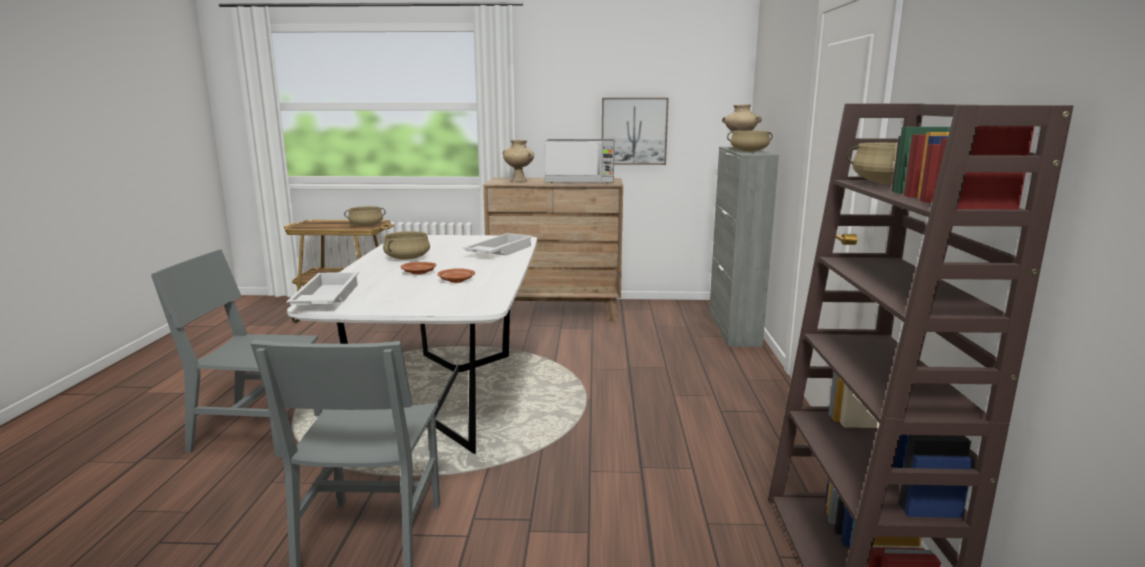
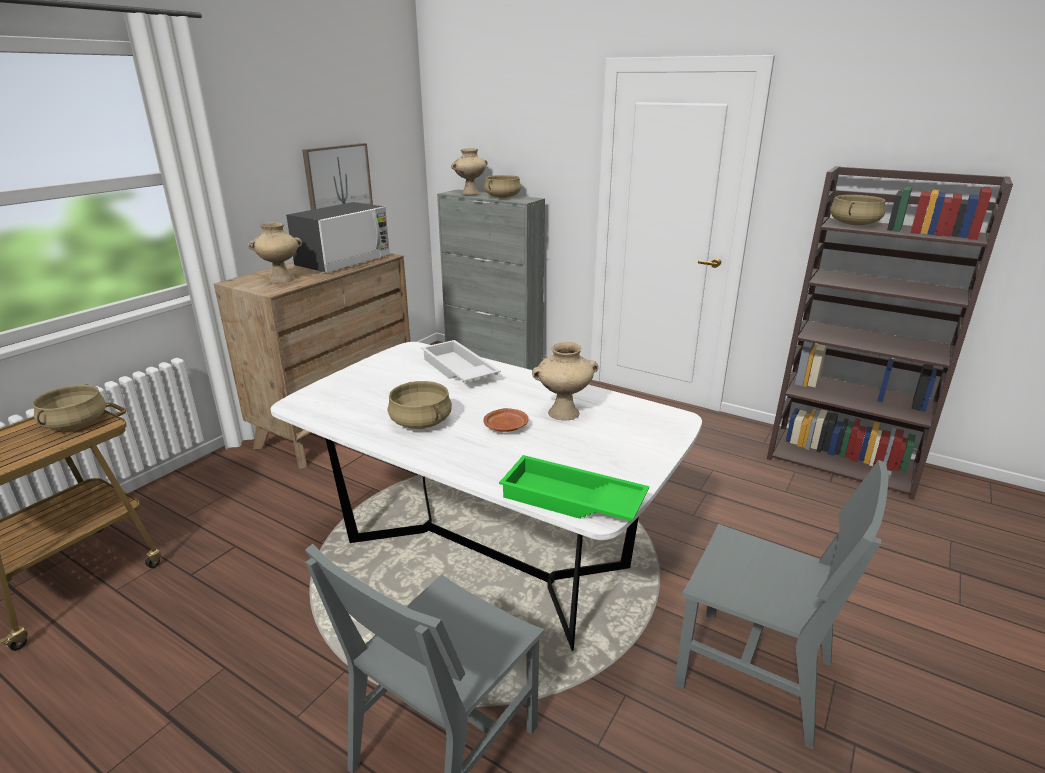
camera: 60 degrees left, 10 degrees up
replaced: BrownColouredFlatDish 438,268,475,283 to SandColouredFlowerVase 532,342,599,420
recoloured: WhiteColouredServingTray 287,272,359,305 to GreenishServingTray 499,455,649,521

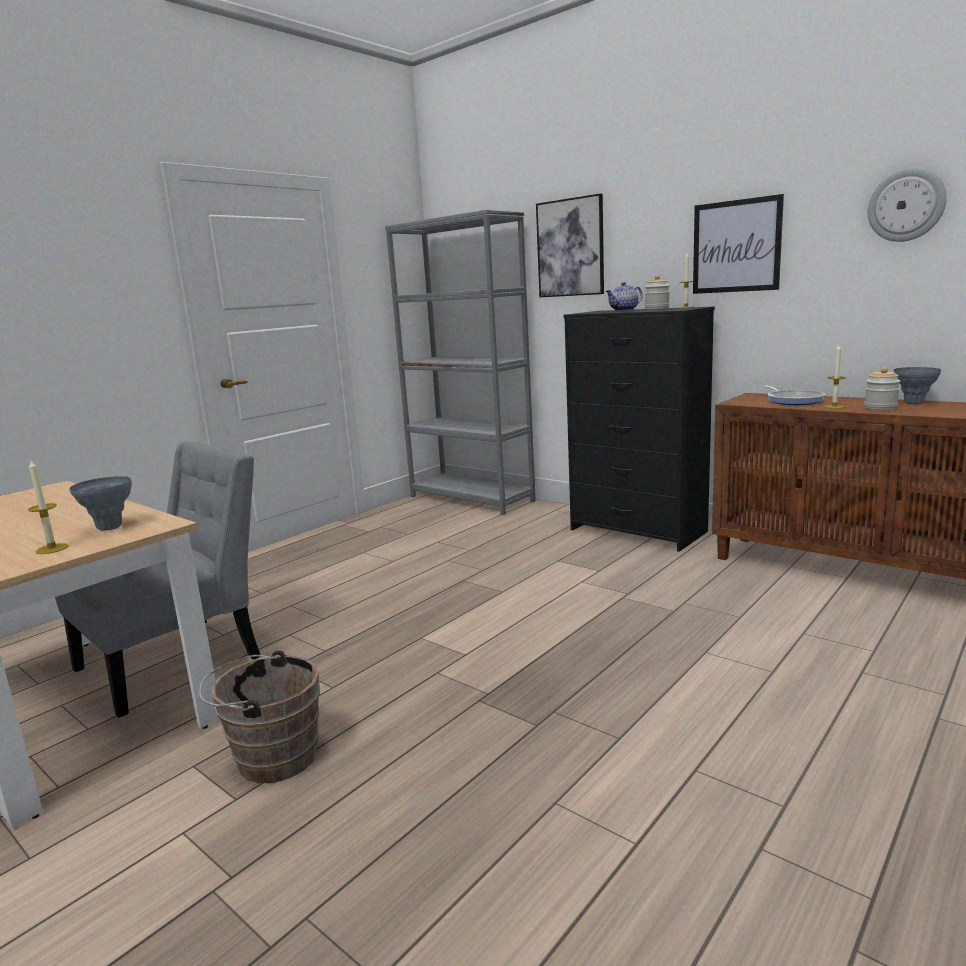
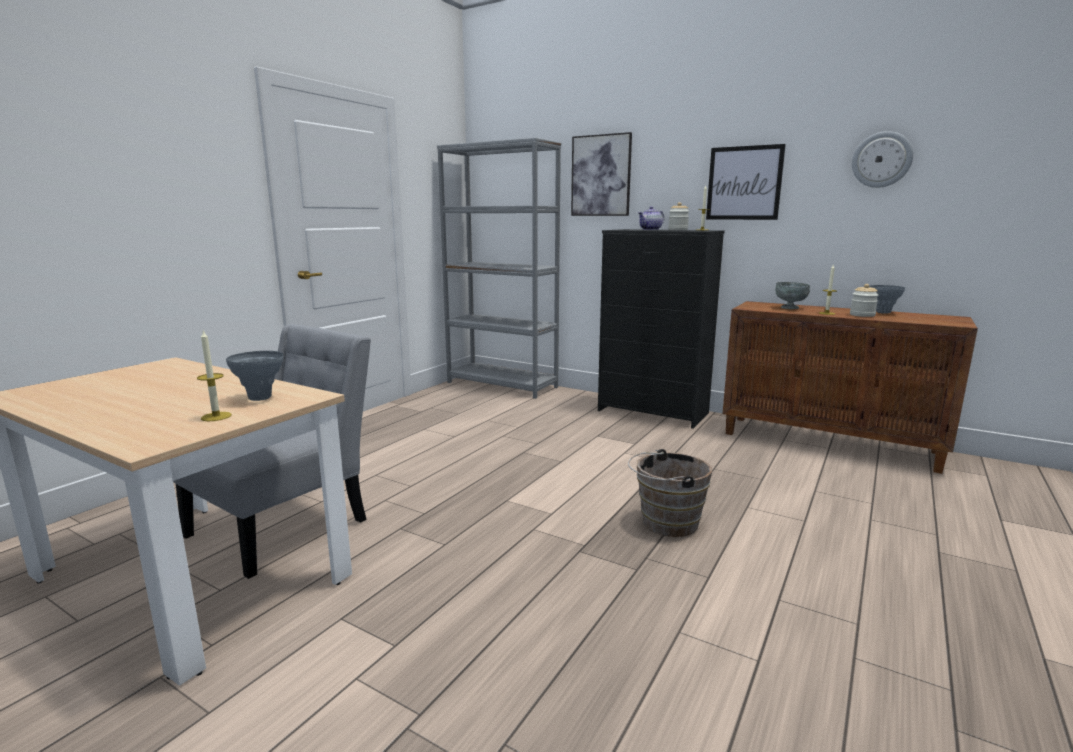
camera: 10 degrees left, 0 degrees up
moved: BrownColouredBucket 199,650,320,783 to 628,449,712,537
replaced: Pan 764,386,825,405 to GreyishServingBowl 775,282,810,309

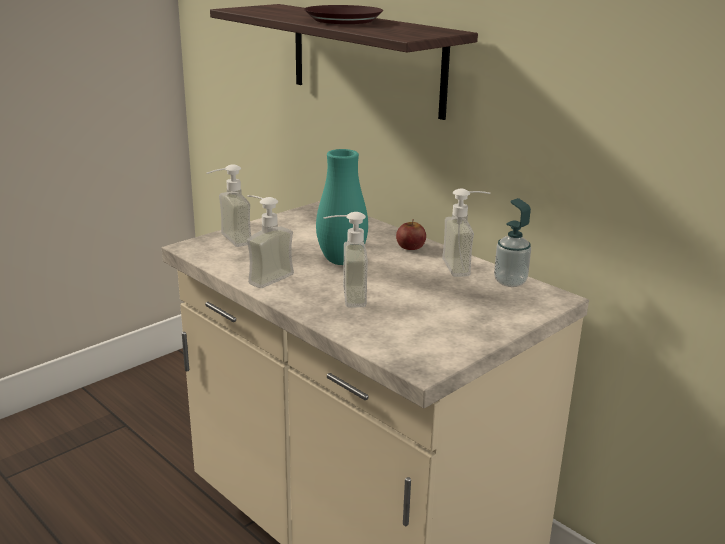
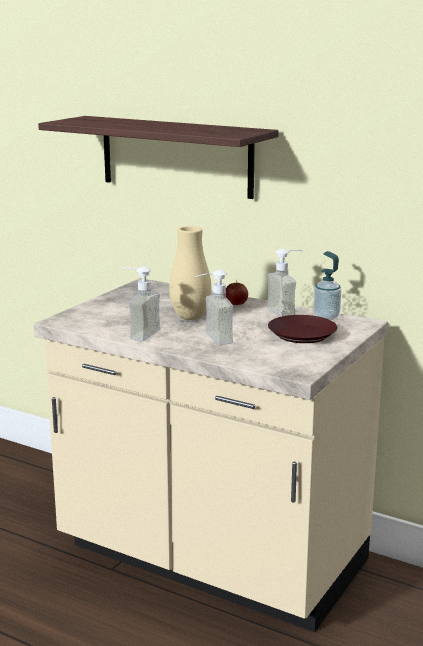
camera: 15 degrees left, 5 degrees down
removed: SoapDispenser 207,164,251,247
moved: BrownColouredFlatDish 304,5,383,24 to 268,315,337,343
recoloured: TurquoiseColouredFlowerVase 316,149,368,265 to SandColouredFlowerVase 169,226,211,320

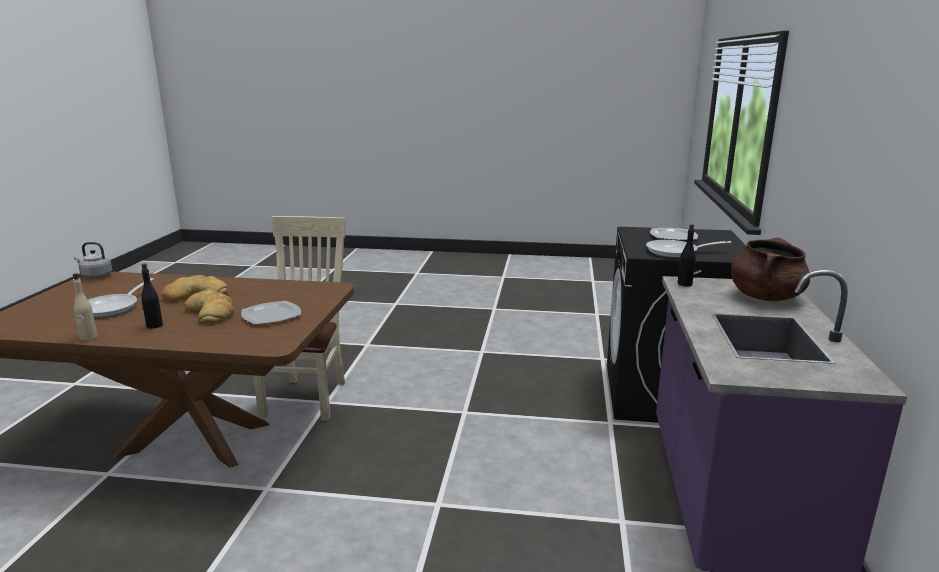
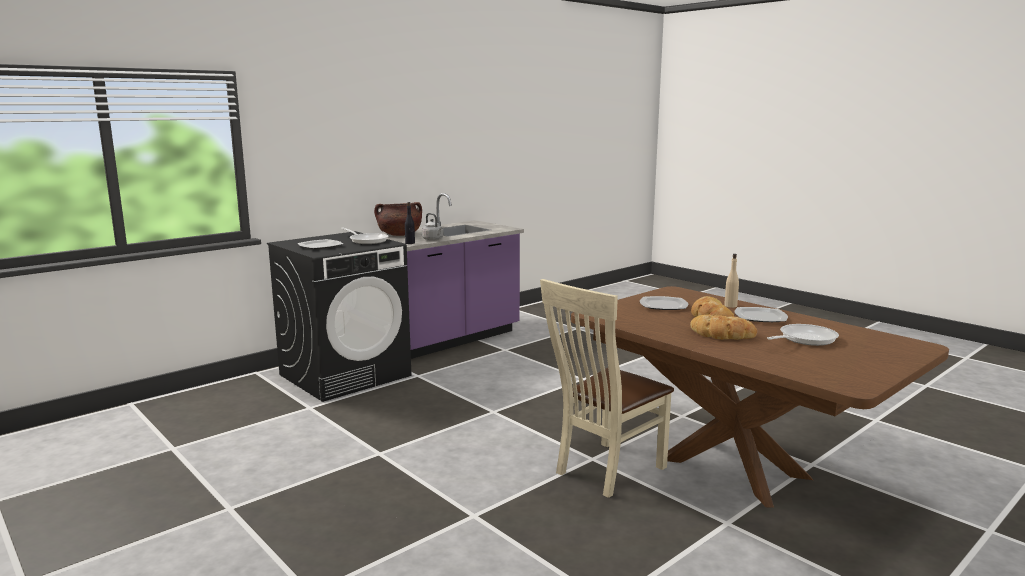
camera: 140 degrees left, 5 degrees down
moved: SandColouredDrinkBottle 73,273,98,341 to 724,254,739,308; GreyishTeaKettle 74,242,112,278 to 422,213,444,241
replaced: BlackishDrinkBottle 141,264,163,329 to FlatDish 734,307,788,322

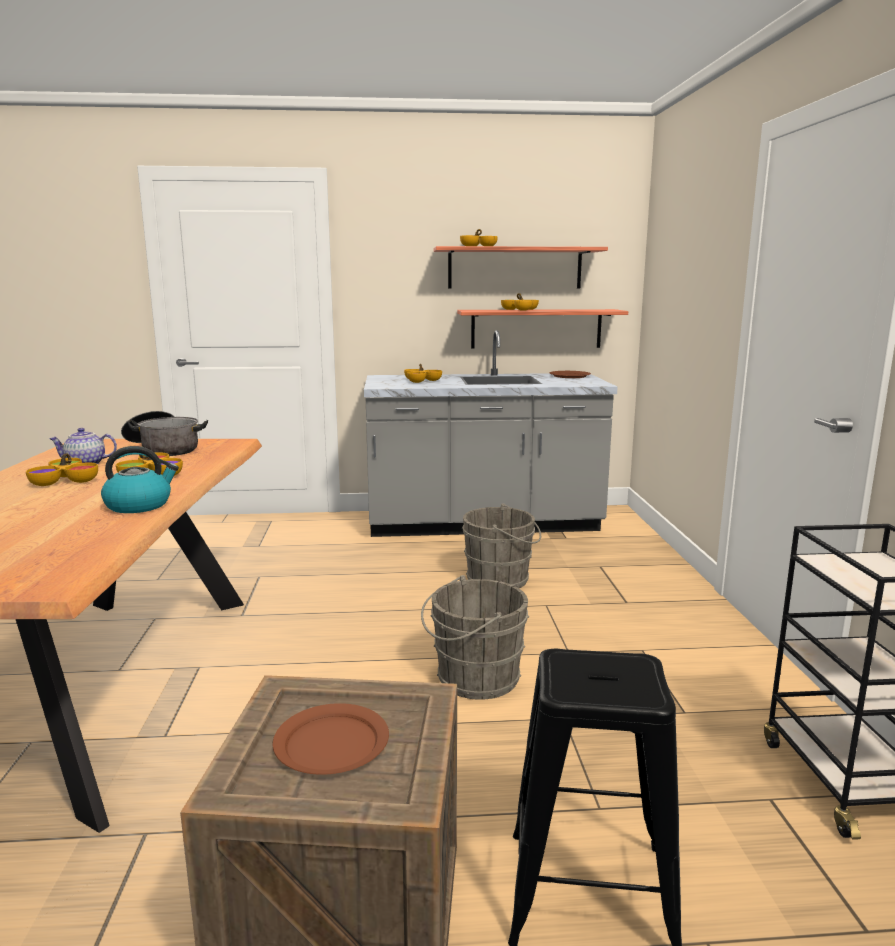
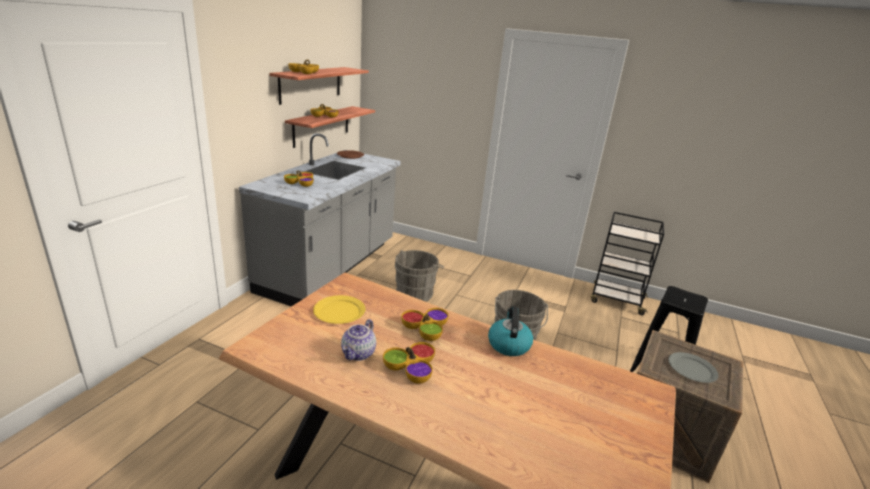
camera: 65 degrees left, 10 degrees up
replaced: Saucepot 121,411,208,456 to YellowishFlatDish 313,295,365,324
recoloured: BrownColouredFlatDish 272,703,389,775 to GreyishFlatDish 668,352,718,383

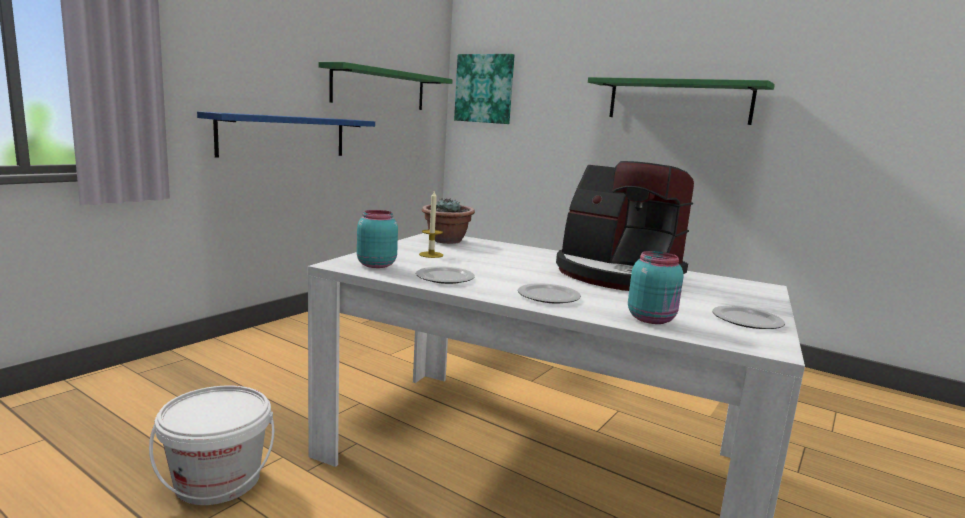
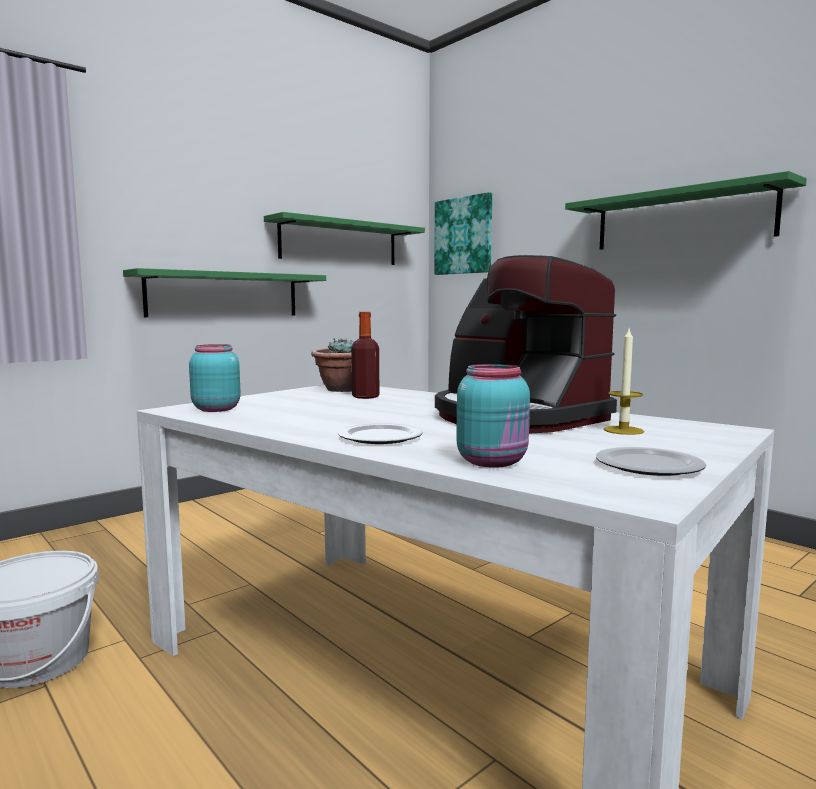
camera: 15 degrees right, 5 degrees down
removed: FlatDish 416,266,475,284
added: DrinkBottle 351,312,379,399
moved: WaxLight 419,191,443,258 to 604,329,644,435
recoloured: BlueColouredWallShelf 197,111,375,158 to GreenishWallShelf 123,268,326,317

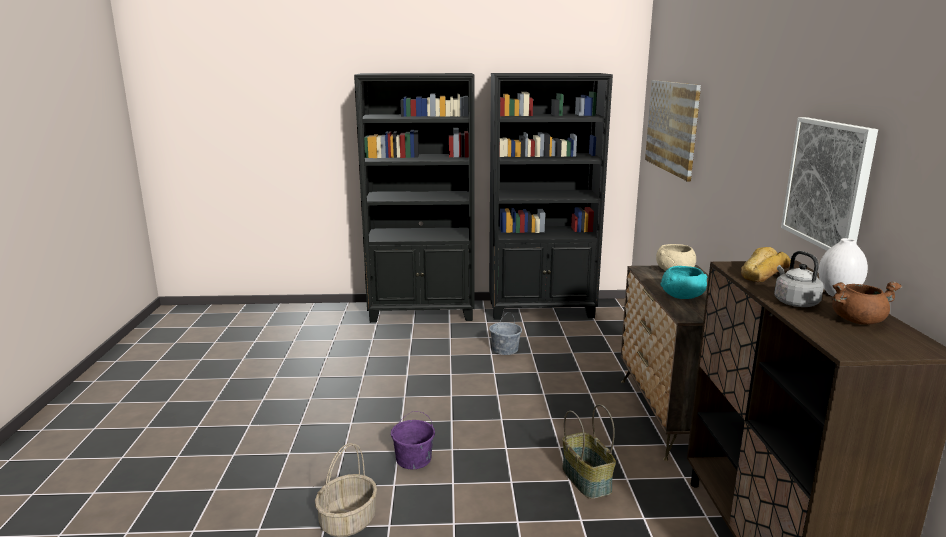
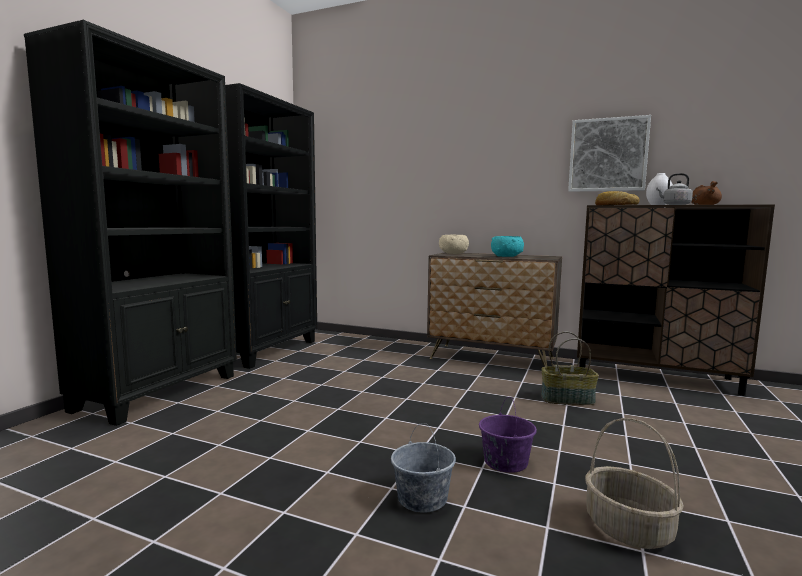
camera: 65 degrees left, 10 degrees down
removed: WallArt 645,80,701,181
moved: GreyishBucket 489,312,522,355 to 391,423,456,513

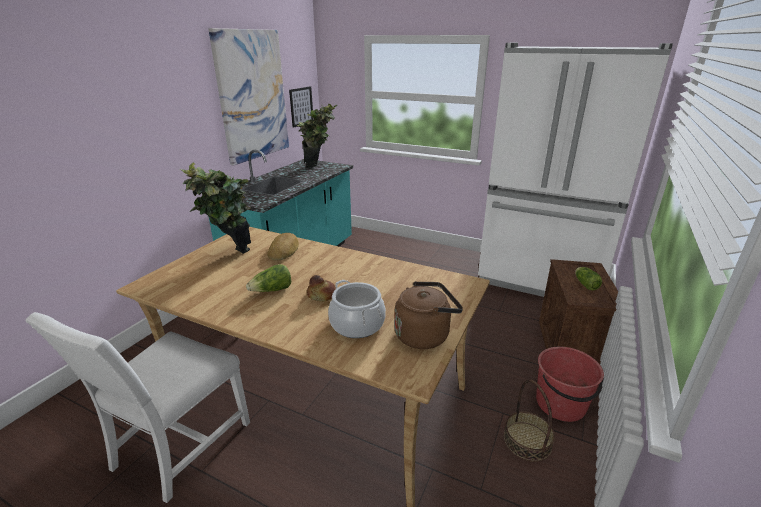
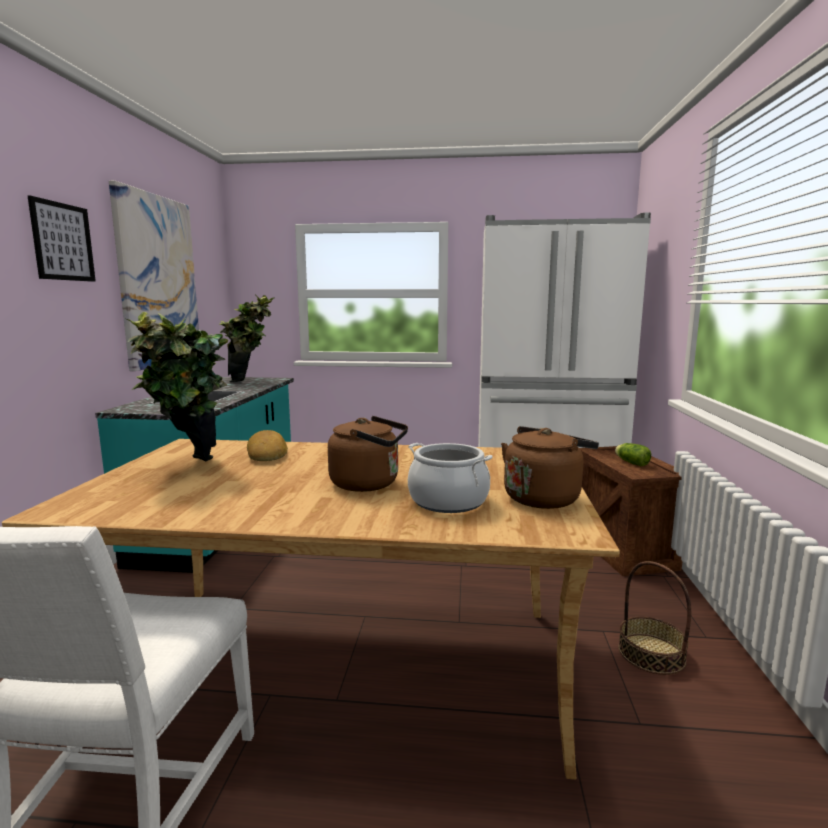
camera: 20 degrees left, 15 degrees down
removed: LettuceHead 246,264,291,292; ReddishBucket 536,347,604,422
moved: WallArt 289,86,314,128 to 28,196,96,282
replaced: Bread 307,275,336,302 to BrownColouredTeaKettle 328,416,408,492

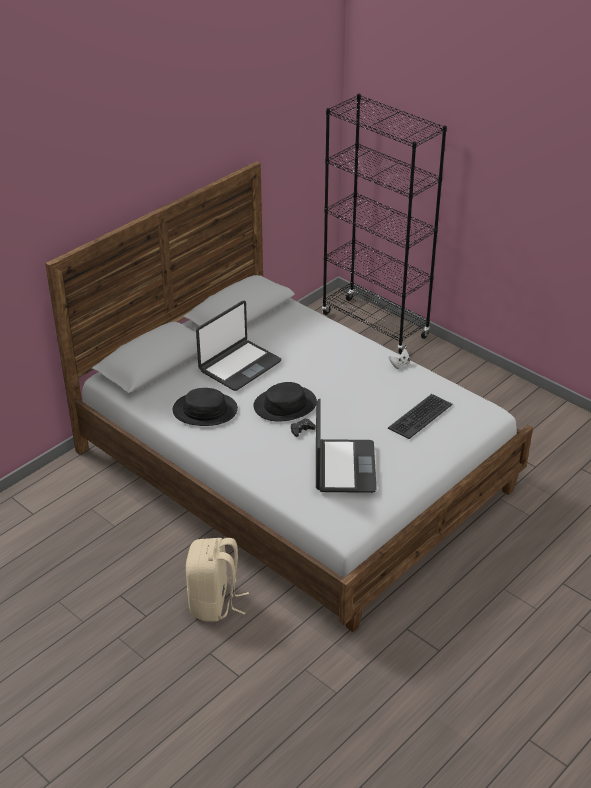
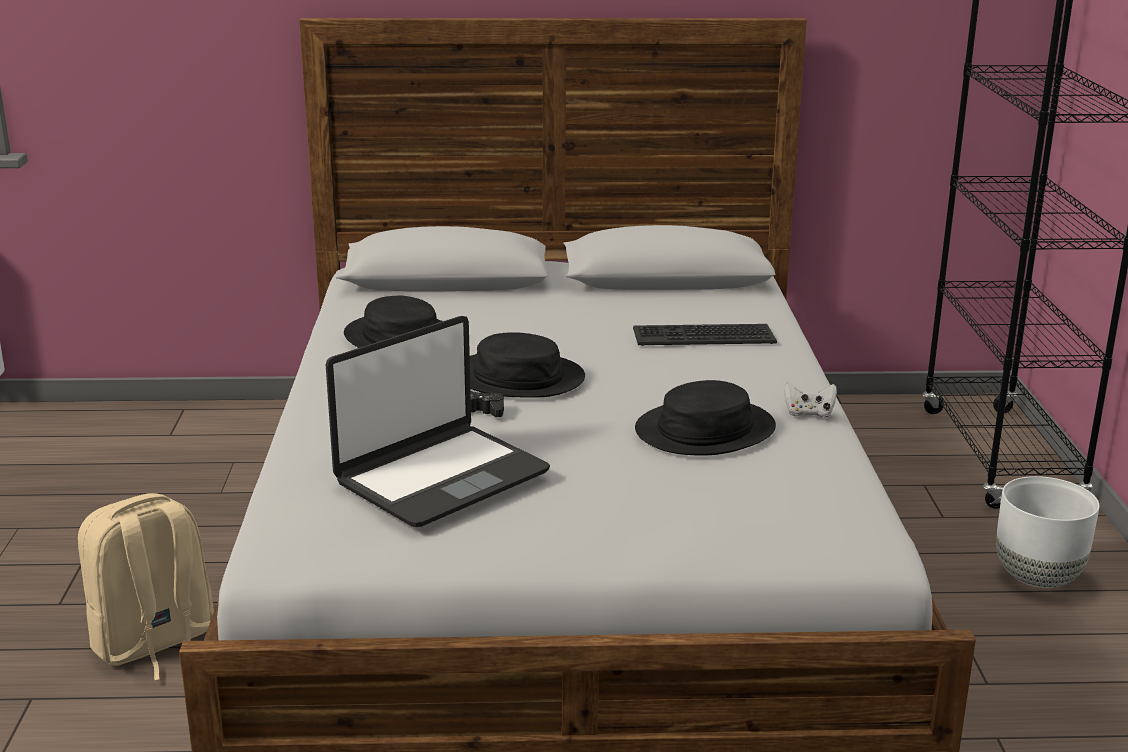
camera: 45 degrees right, 15 degrees down
removed: PortableComputer 196,301,282,391
added: BlackishWearableHat 635,380,776,456; WhiteColouredPlanter 996,476,1100,588
moved: Keyboard 388,394,452,439 to 633,324,777,346

